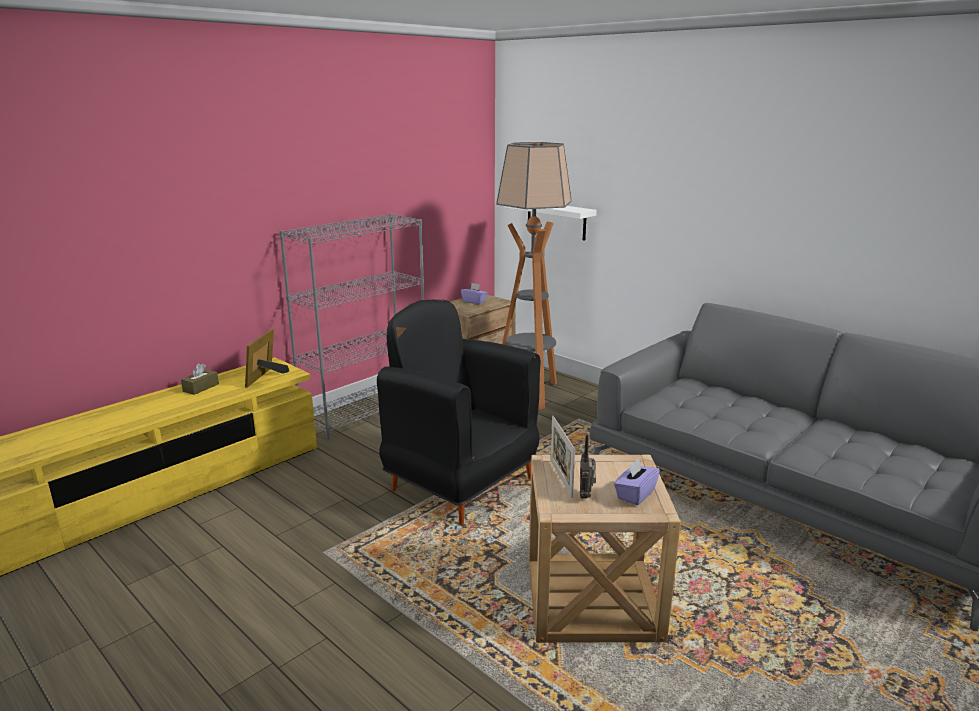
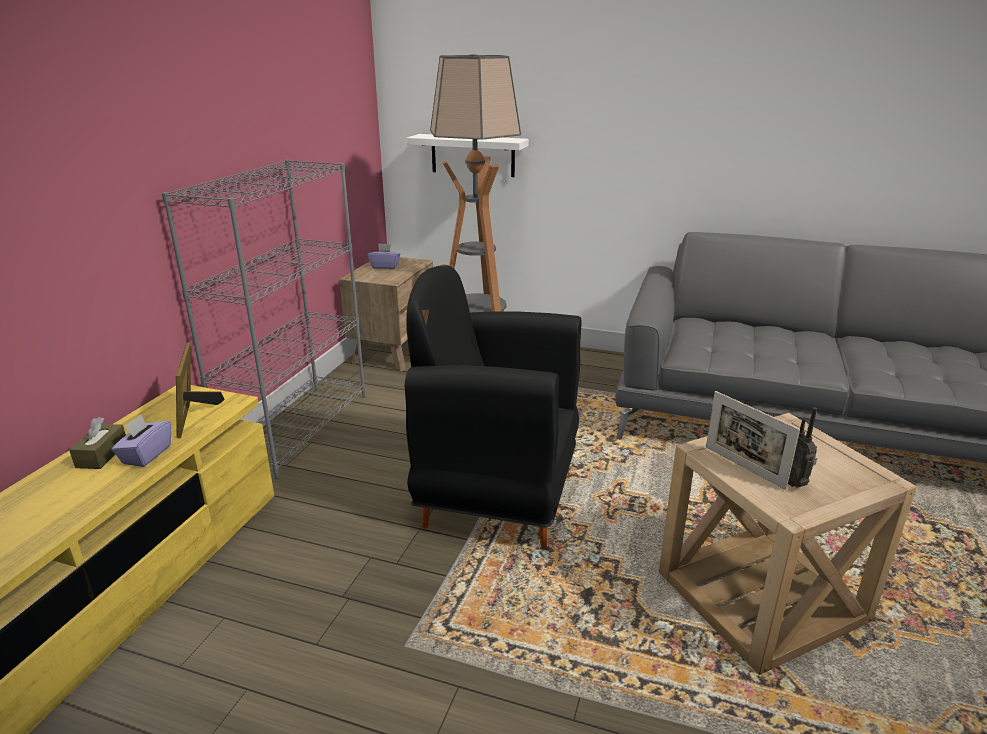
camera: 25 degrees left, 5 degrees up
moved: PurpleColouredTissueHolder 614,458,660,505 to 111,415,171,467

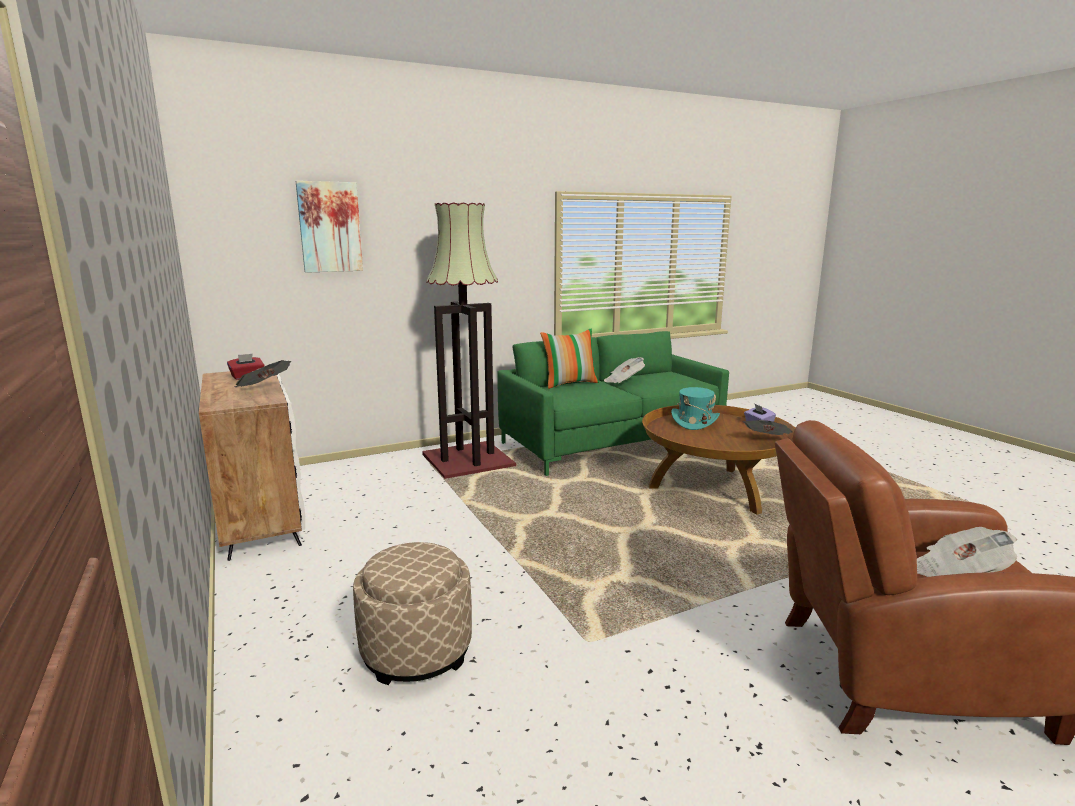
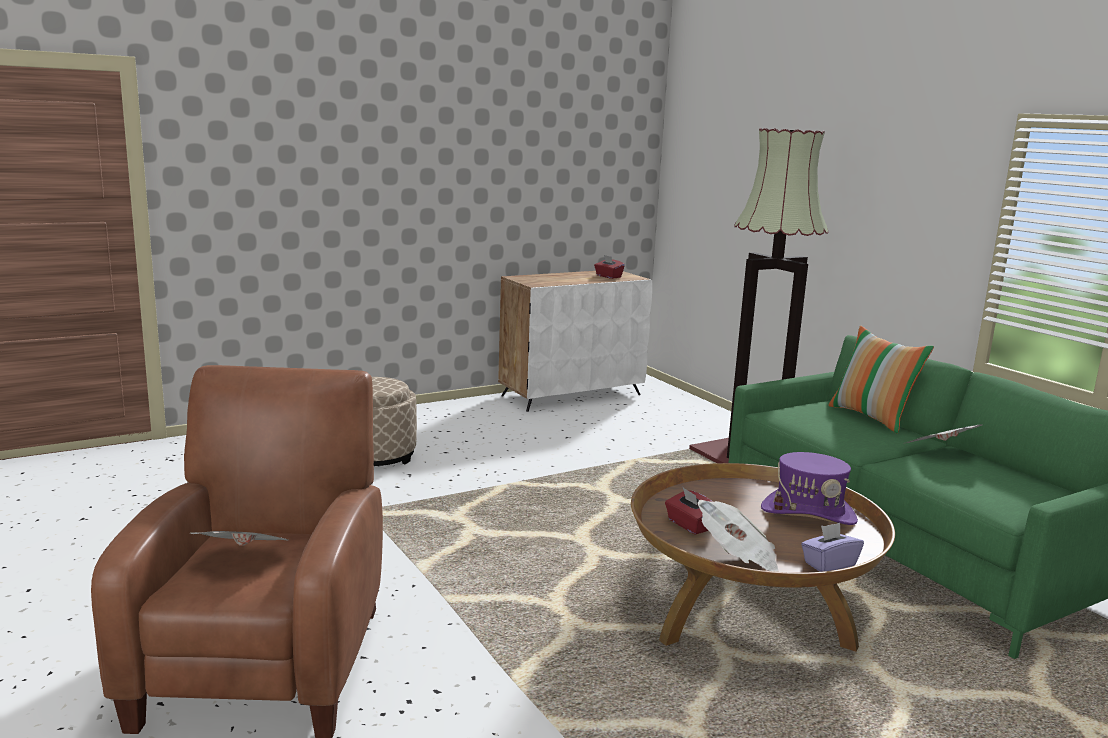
camera: 85 degrees right, 0 degrees up
removed: DailyPaper 235,360,291,387; WallArt 296,181,363,273
added: ReddishTissueHolder 665,488,713,535
recoloured: TurquoiseColouredWearableHat 671,387,720,430 to PurpleColouredWearableHat 761,452,858,525

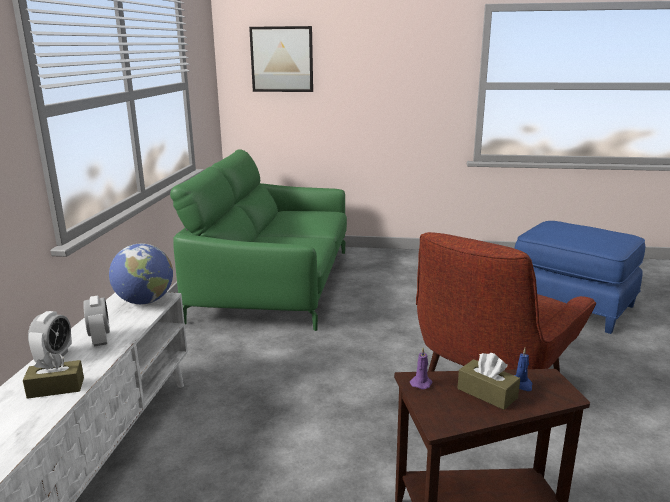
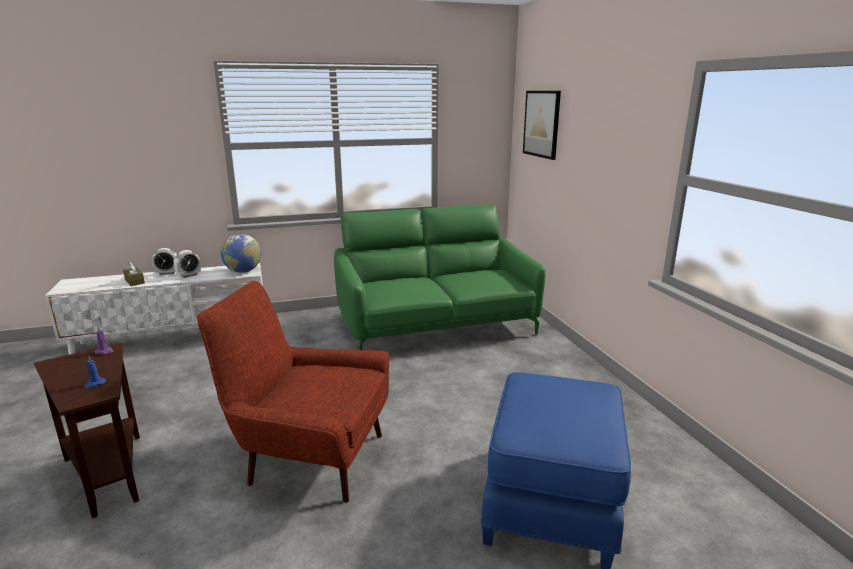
camera: 65 degrees right, 0 degrees up
removed: BrownColouredTissueHolder 458,353,520,410

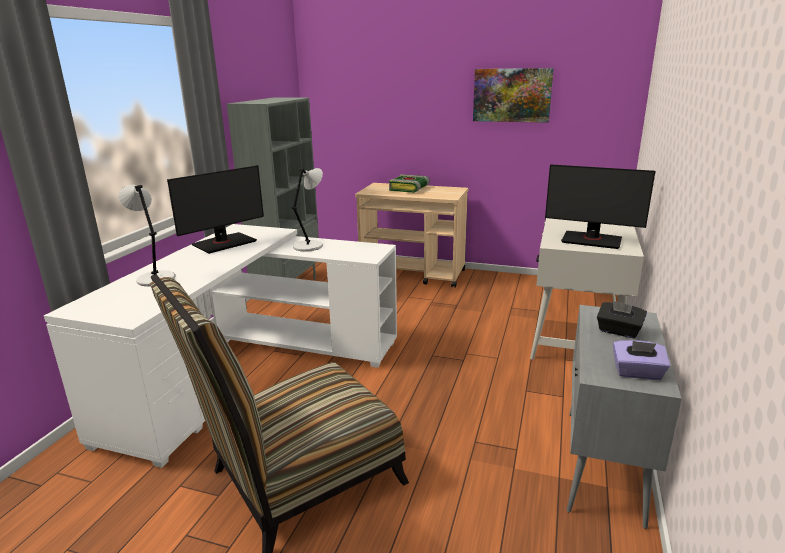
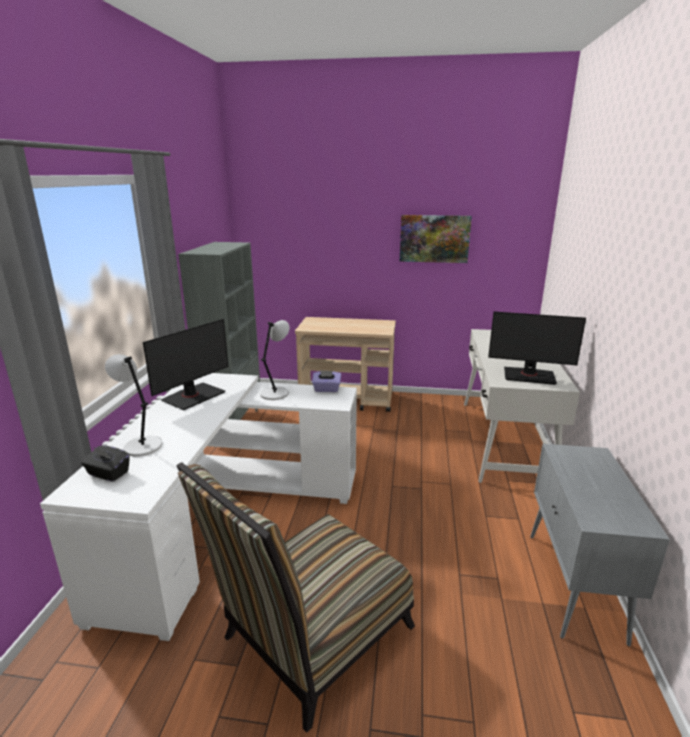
camera: 10 degrees left, 0 degrees up
removed: Volume 389,174,430,193
moved: BlackishTissueHolder 597,301,647,338 to 81,446,130,482; PurpleColouredTissueHolder 613,340,670,380 to 312,370,341,392

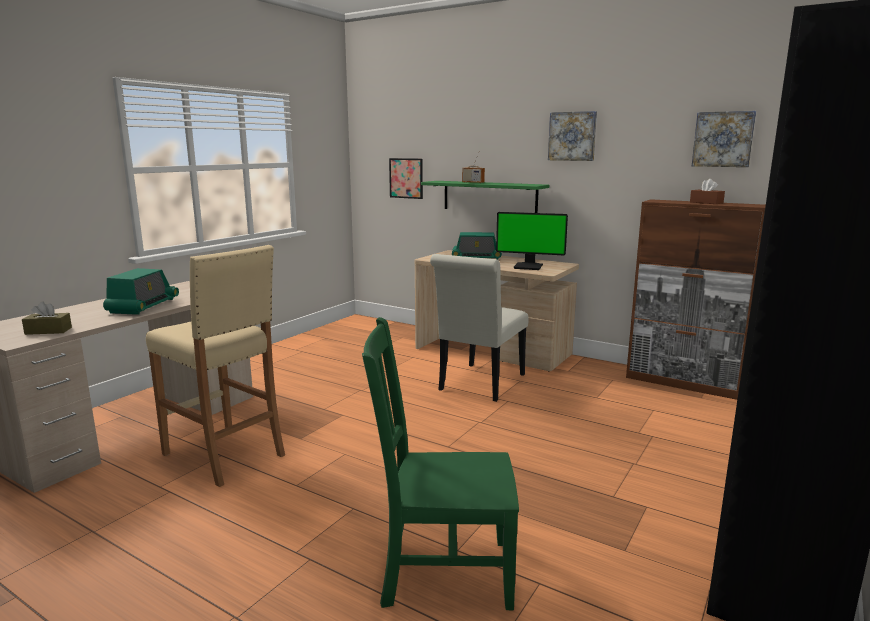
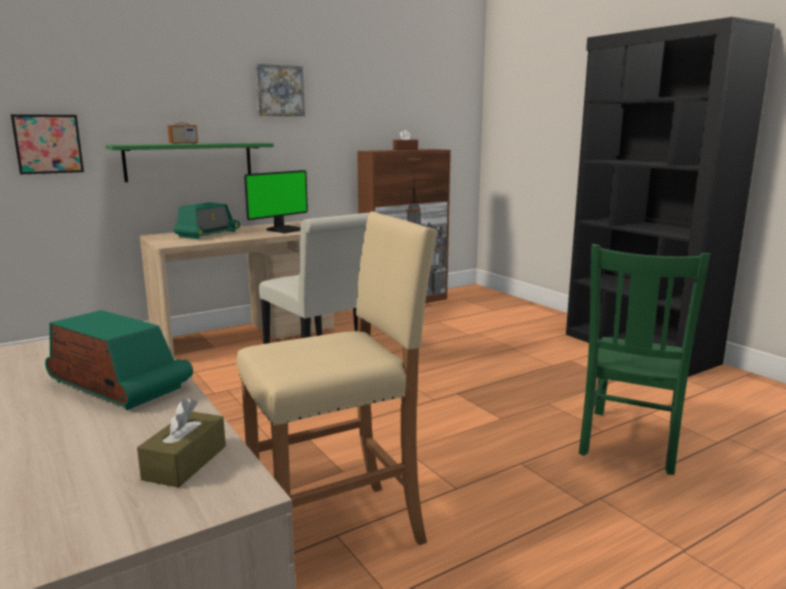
camera: 65 degrees left, 0 degrees up
removed: WallArt 692,111,756,167

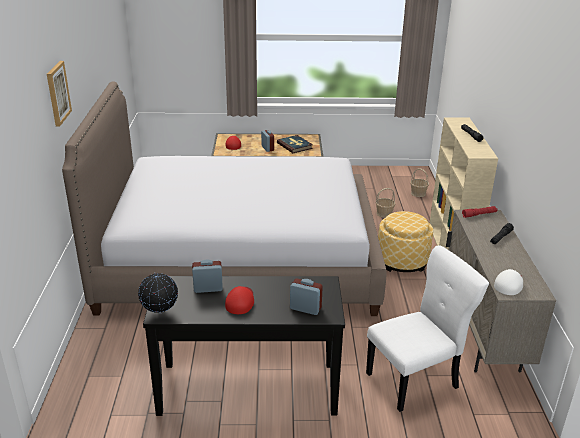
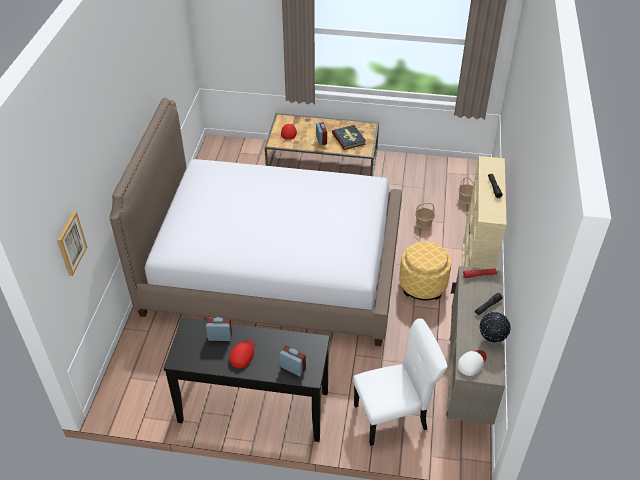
camera: 10 degrees right, 15 degrees up
moved: WallArt 47,61,72,126 to 57,211,87,276; DeskGlobe 138,272,178,314 to 480,312,511,343

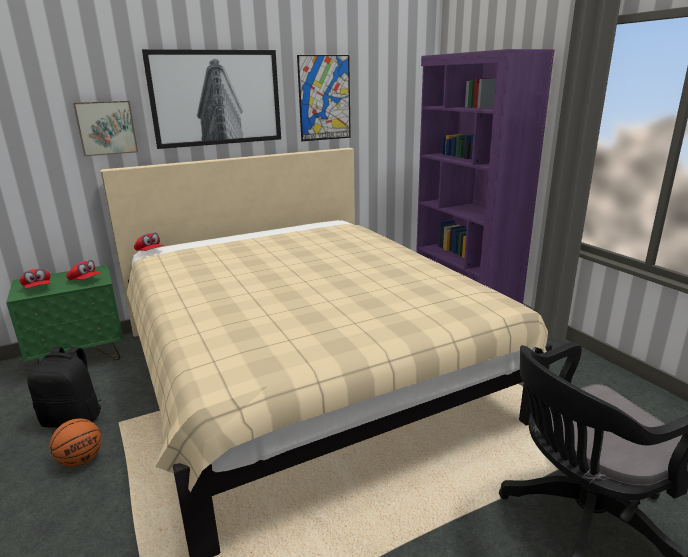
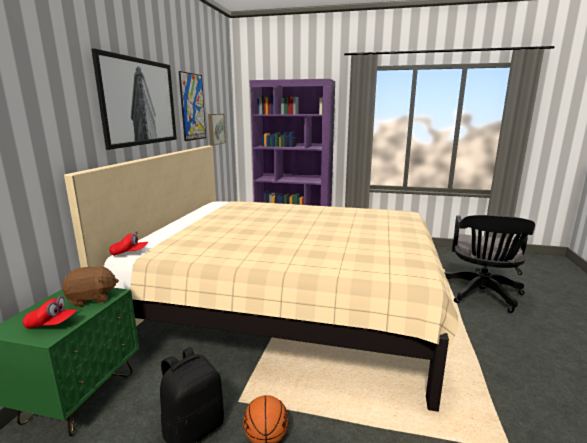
camera: 50 degrees left, 5 degrees down
moved: WallArt 73,101,138,156 to 208,114,226,145
replaced: ReddishPeakedCap 66,260,101,280 to BrownColouredPlushToy 63,264,119,307

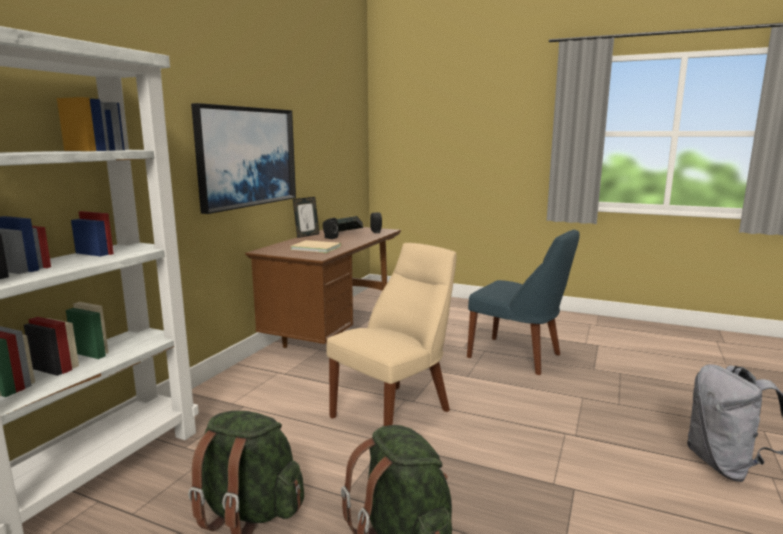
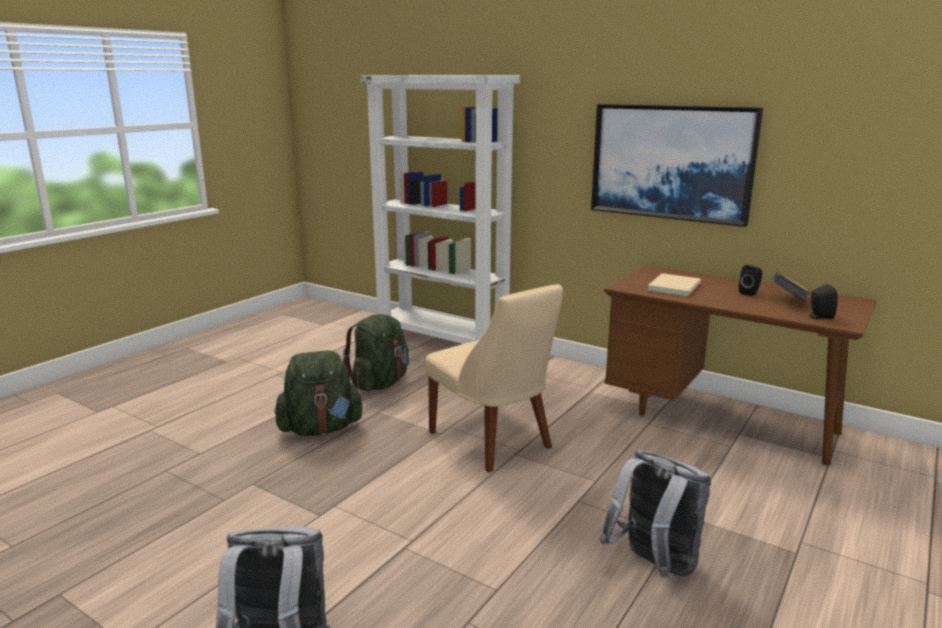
camera: 100 degrees right, 5 degrees up
removed: StandingFrame 293,197,319,238
replaced: BlueColouredPlainChair 467,230,580,375 to GreyishBackpack 600,450,711,578

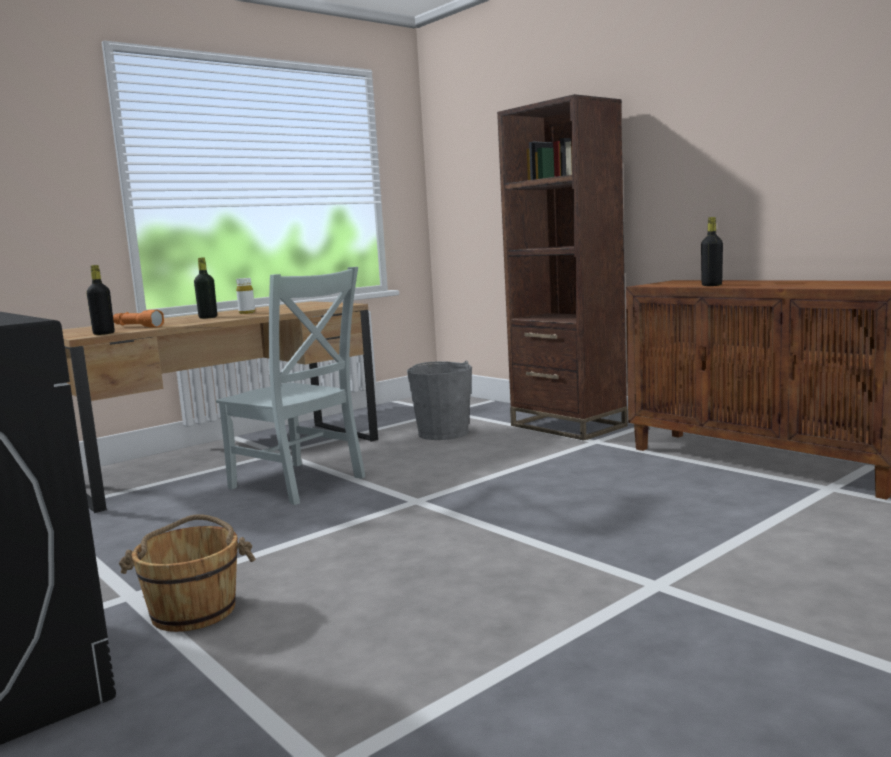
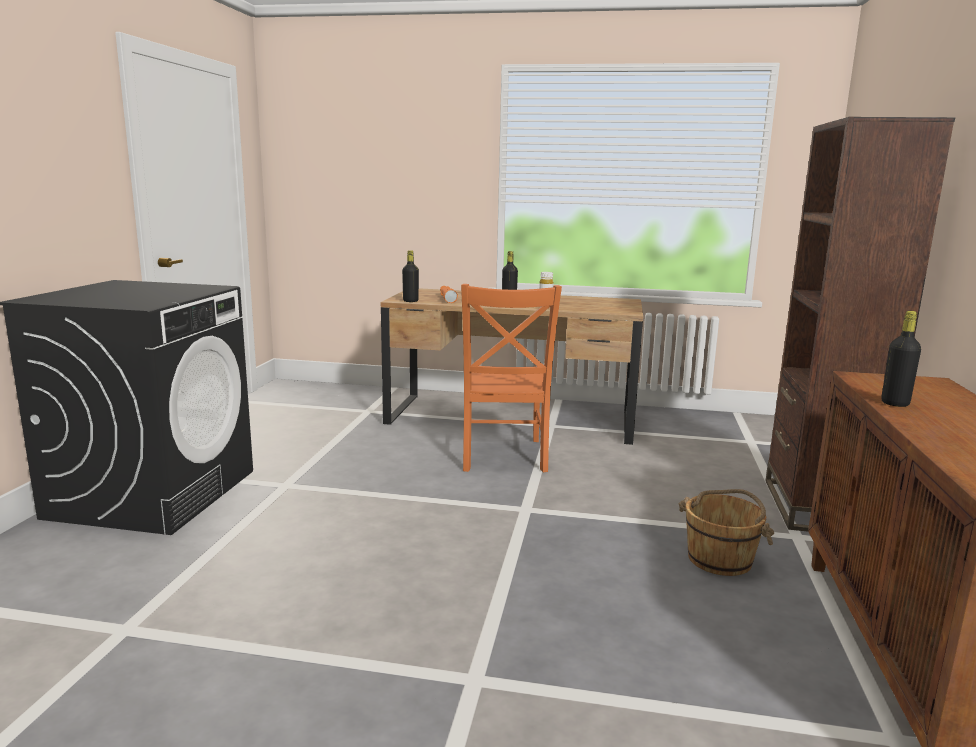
camera: 50 degrees right, 5 degrees up
removed: GreyishBucket 407,360,472,440
moved: BrownColouredBucket 119,514,255,632 to 679,489,774,576
recoloured: GreyishPlainChair 216,267,366,505 to OrangeyPlainChair 461,284,562,472

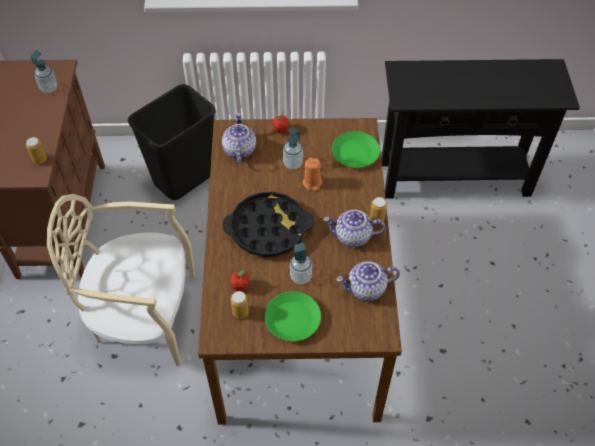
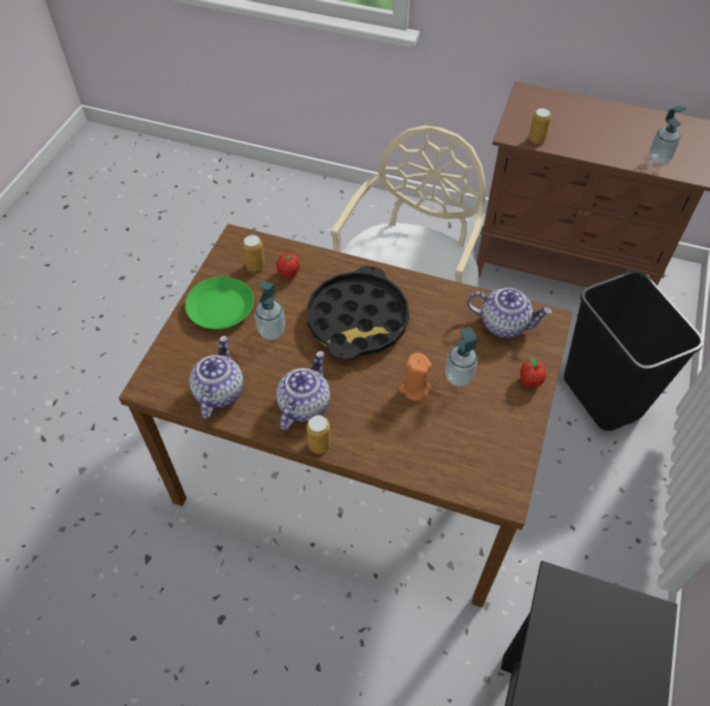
camera: 110 degrees right, 0 degrees up
removed: GreenishFlatDish 332,131,380,168

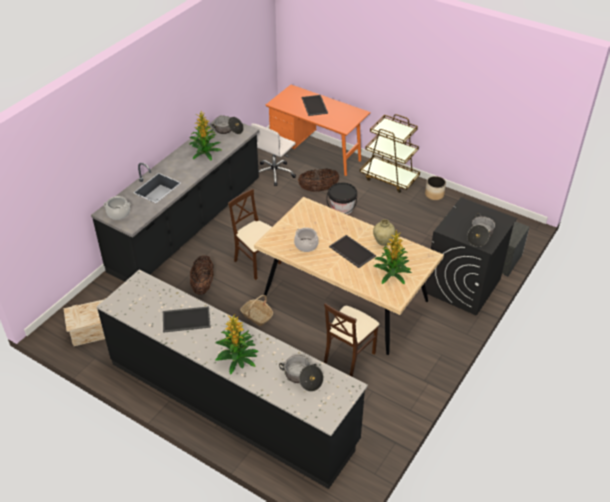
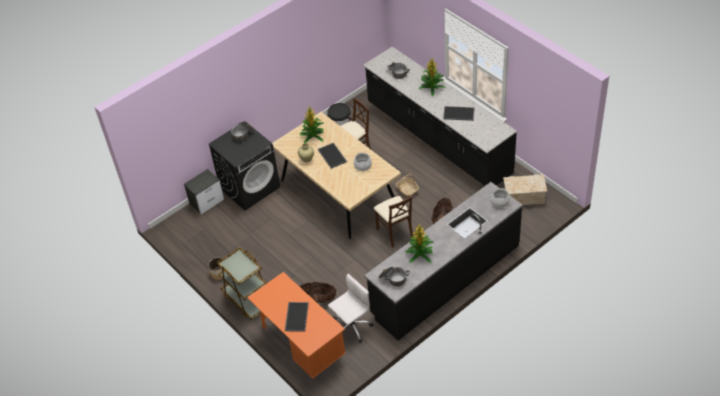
camera: 160 degrees left, 5 degrees up
moved: BlackishBucket 326,183,357,215 to 327,103,352,126

